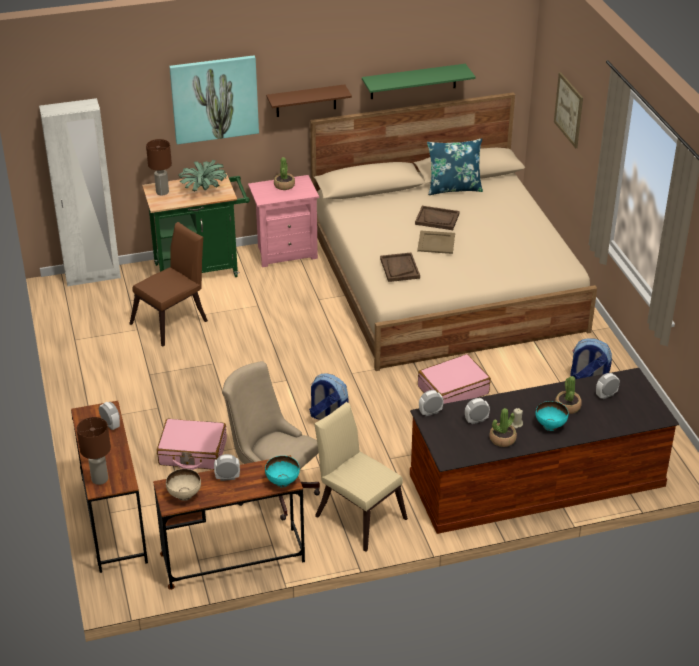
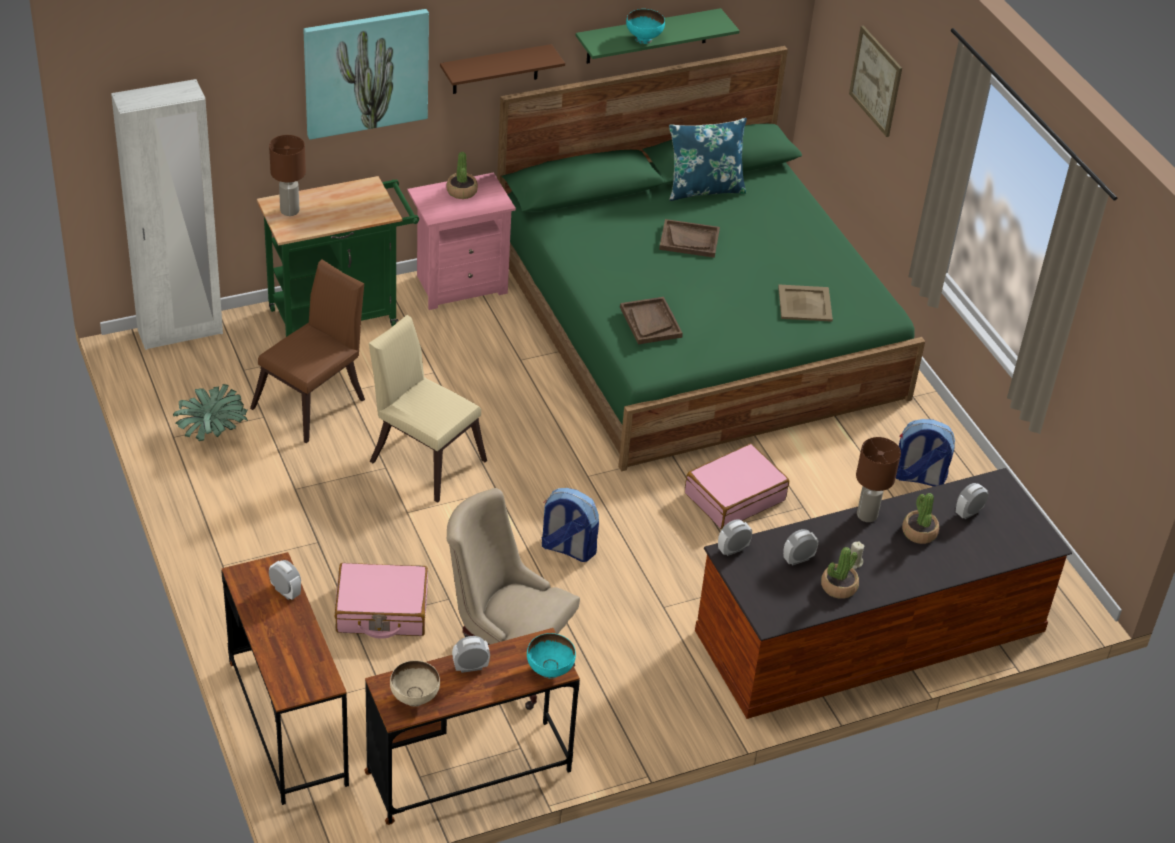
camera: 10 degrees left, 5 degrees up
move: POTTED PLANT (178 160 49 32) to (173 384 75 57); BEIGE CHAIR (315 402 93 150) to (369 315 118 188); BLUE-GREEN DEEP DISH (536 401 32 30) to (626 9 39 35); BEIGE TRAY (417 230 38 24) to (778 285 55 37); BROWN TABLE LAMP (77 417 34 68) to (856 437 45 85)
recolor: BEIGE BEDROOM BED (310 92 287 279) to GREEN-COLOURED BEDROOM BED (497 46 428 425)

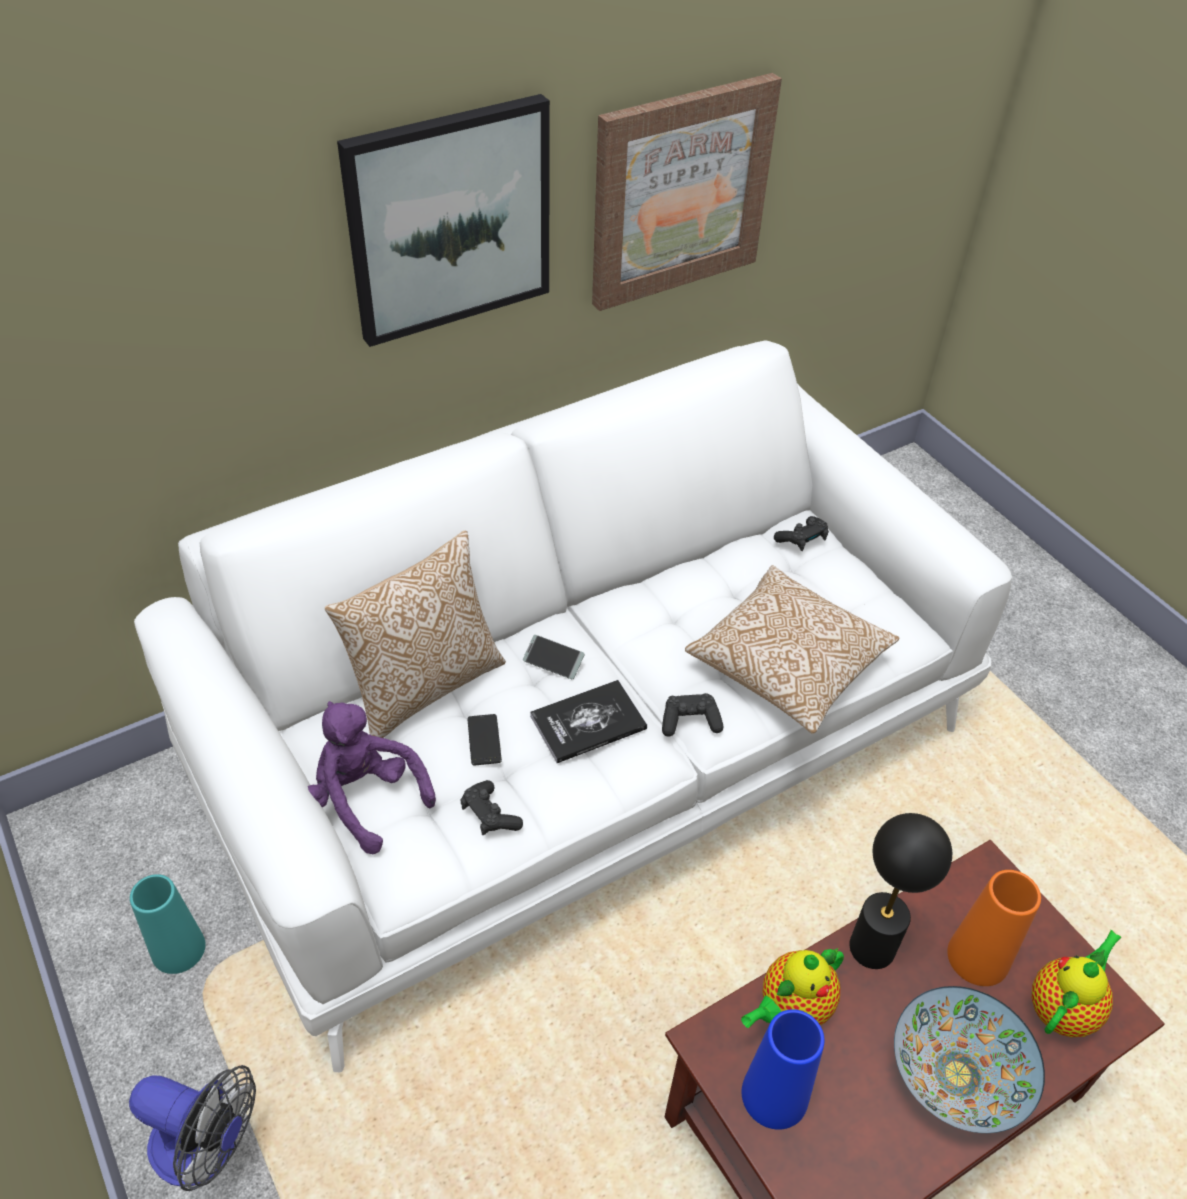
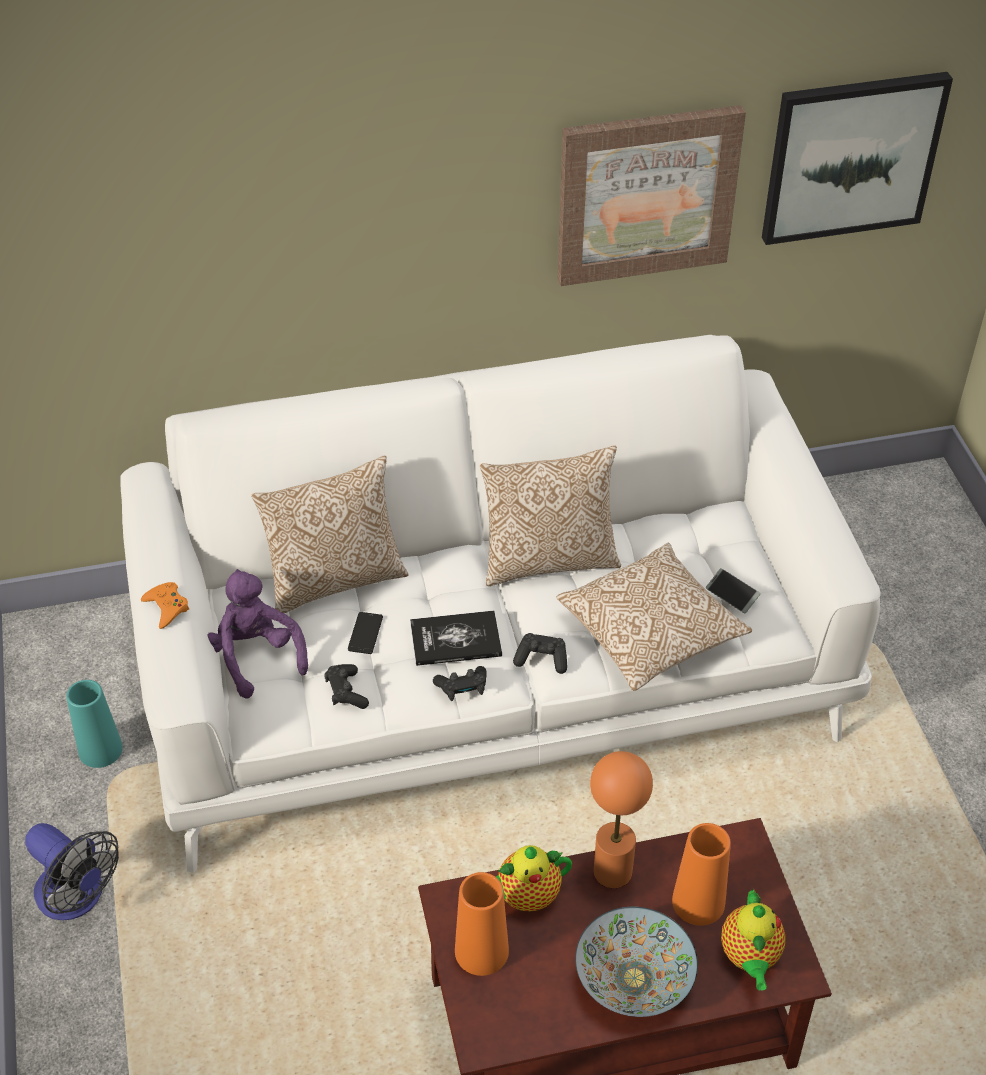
camera: 20 degrees right, 0 degrees up
insert: ORANGE-COLOURED JOYPAD (141 582 48 47); CUSHION (480 446 141 140)
move: BLACK JOYPAD (774 516 55 35) to (433 666 54 35); PHONE (523 635 62 44) to (706 568 54 45); WALL PICTURE (337 94 213 253) to (762 72 191 173)
recolor: BLUE VASE (742 1009 82 121) to ORANGE-COLOURED VASE (455 872 54 104); BLACK TABLE LAMP (849 813 103 156) to ORANGE-COLOURED TABLE LAMP (590 751 63 137)
rotate: POT FOR TEA (1032 930 89 107) = (721 888 65 103) 120 degrees clockwise

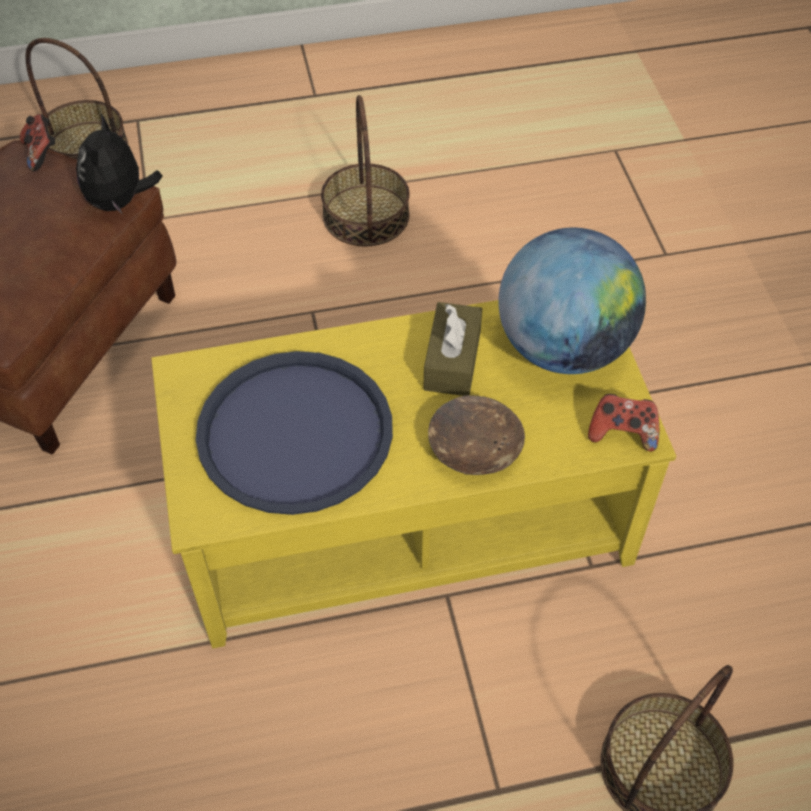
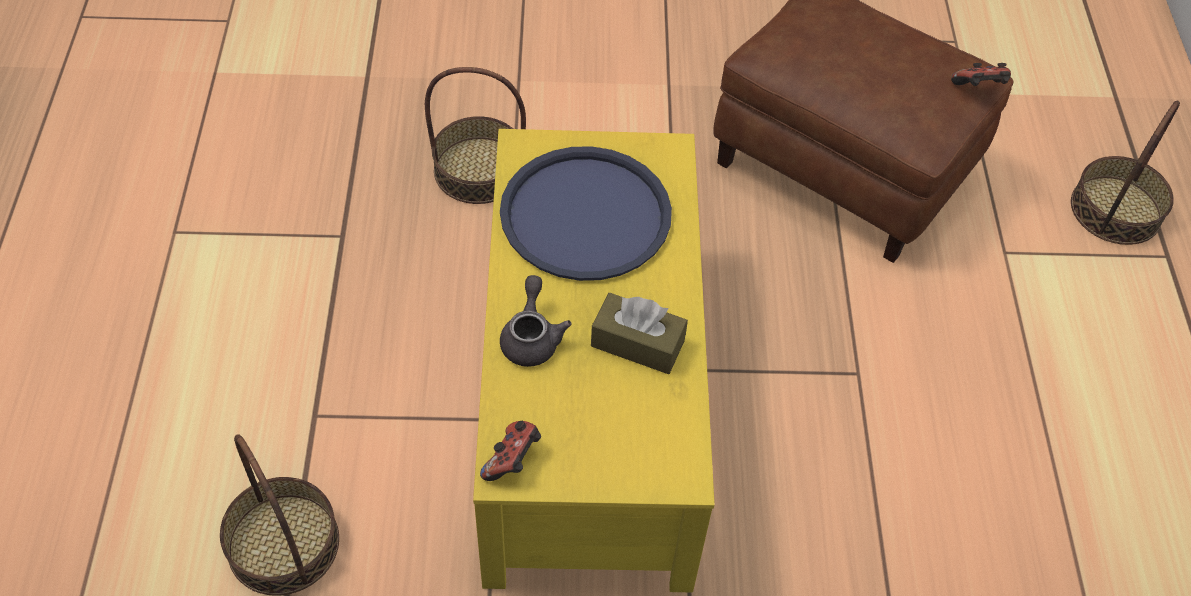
camera: 100 degrees right, 0 degrees up
delete: SOFT TOY (76 114 87 100); DESK GLOBE (498 228 148 146)
move: HOUSEHOLD BASKET (321 95 89 151) to (425 67 101 137)
replace: BROWN DEEP DISH (428 395 97 80) to GREY POT FOR TEA (500 275 72 92)

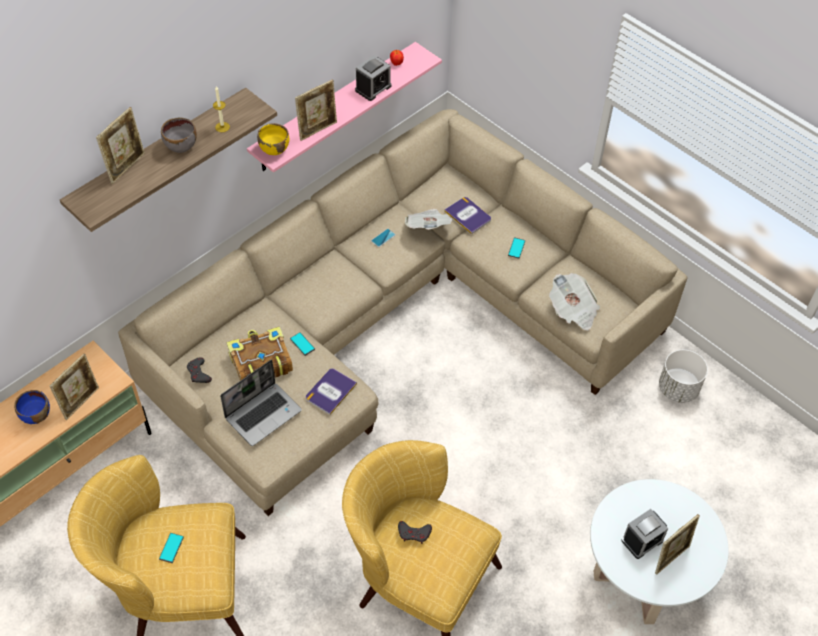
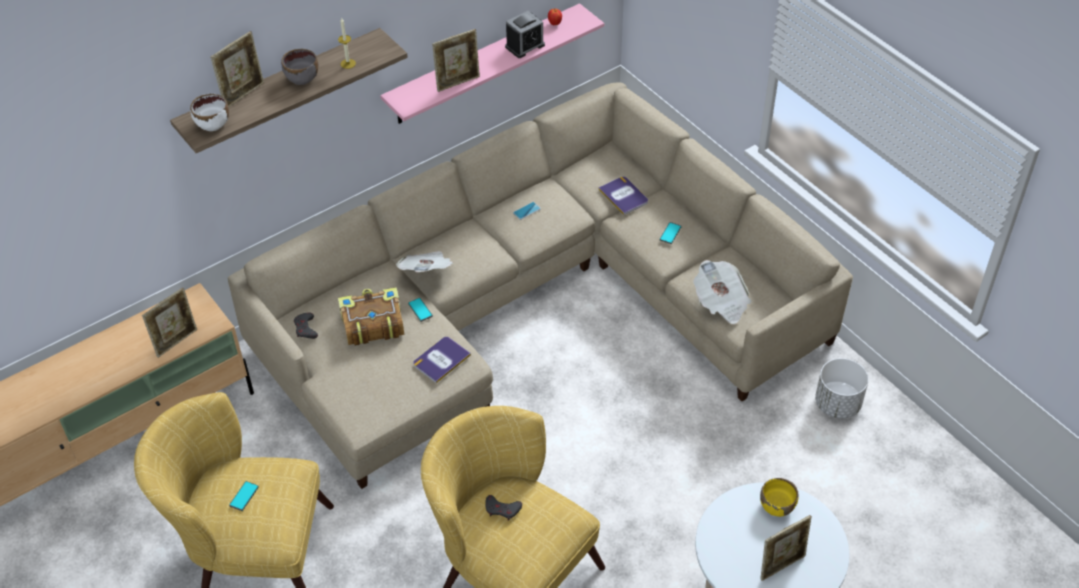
camera: 10 degrees right, 5 degrees down
delete: BLUE DEEP DISH (14 390 36 34); NOTEBOOK COMPUTER (220 359 82 87); ALARM CLOCK (621 509 47 50)
insert: WHITE-COLOURED DEEP DISH (190 94 39 37)
move: PRINTED PAPER (405 209 48 21) to (396 251 58 21); YELLOWISH DEEP DISH (257 123 32 32) to (760 478 39 39)

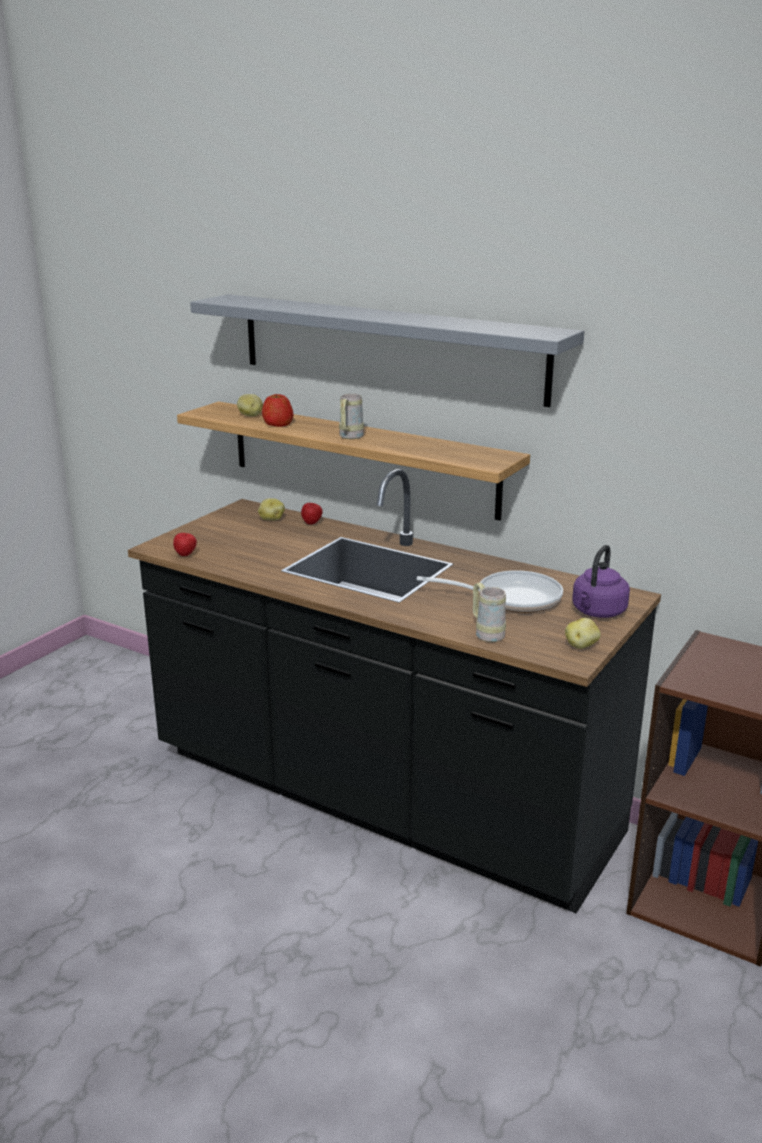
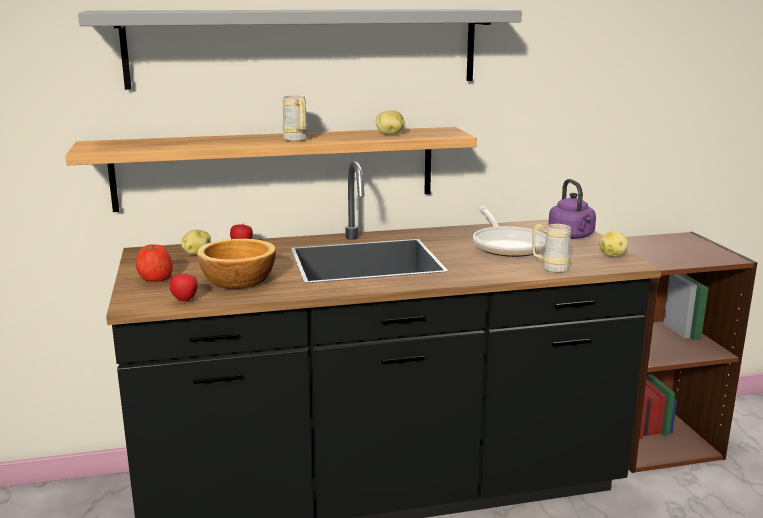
camera: 45 degrees left, 5 degrees down
insert: DEEP DISH (197 239 79 50)
move: APPLE FRUIT (262 394 32 33) to (136 245 37 37); WHOLE POTATO (237 394 26 23) to (376 110 29 25)
rotate: PAN (417 570 146 43) = (473 206 73 51) 120 degrees clockwise

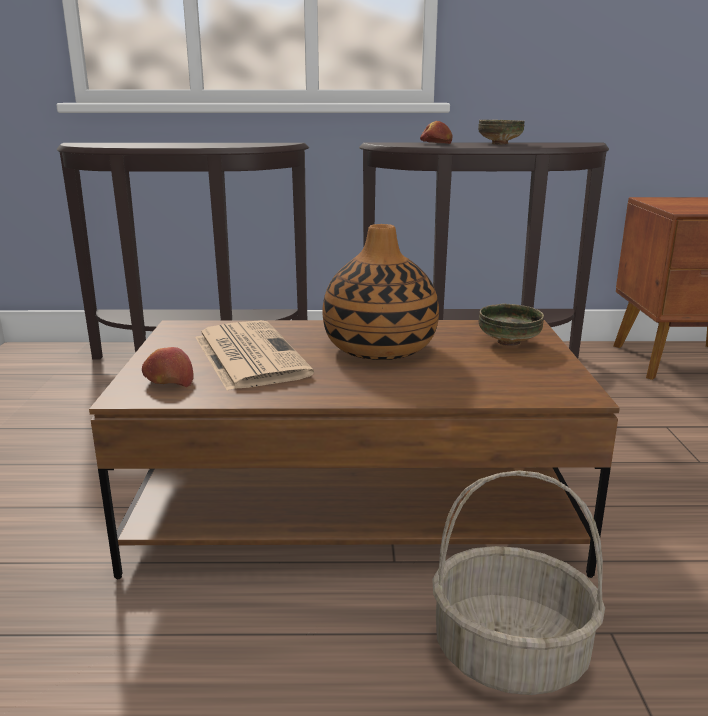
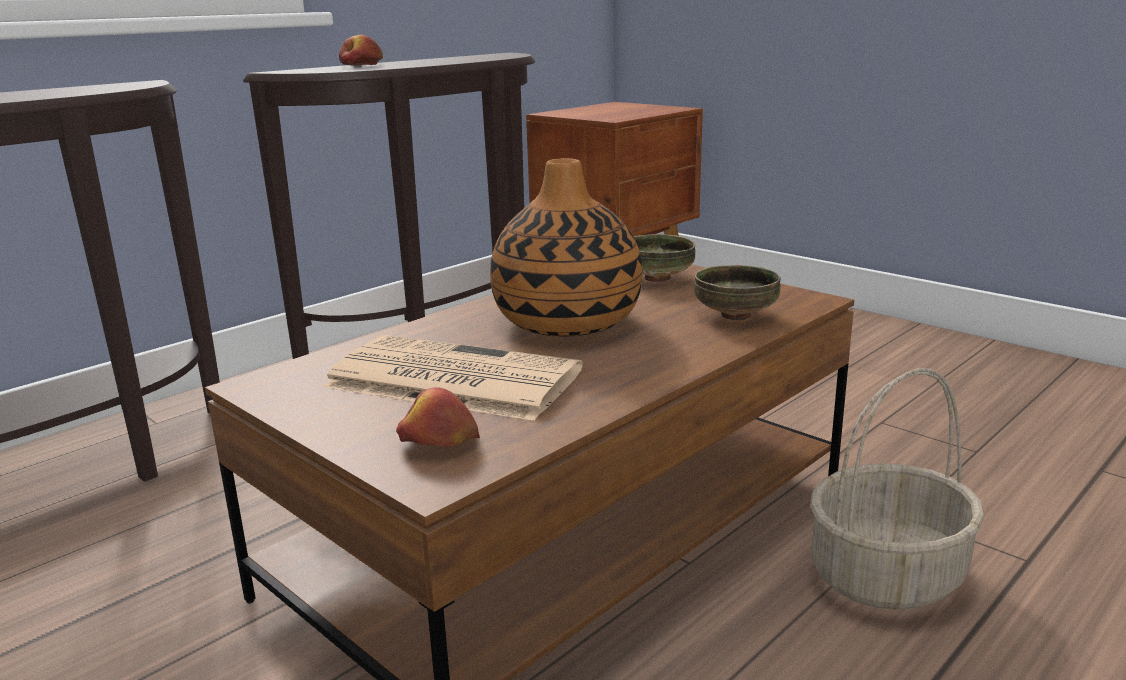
camera: 45 degrees left, 0 degrees up
move: DEEP DISH (478 120 47 24) to (694 265 87 55)

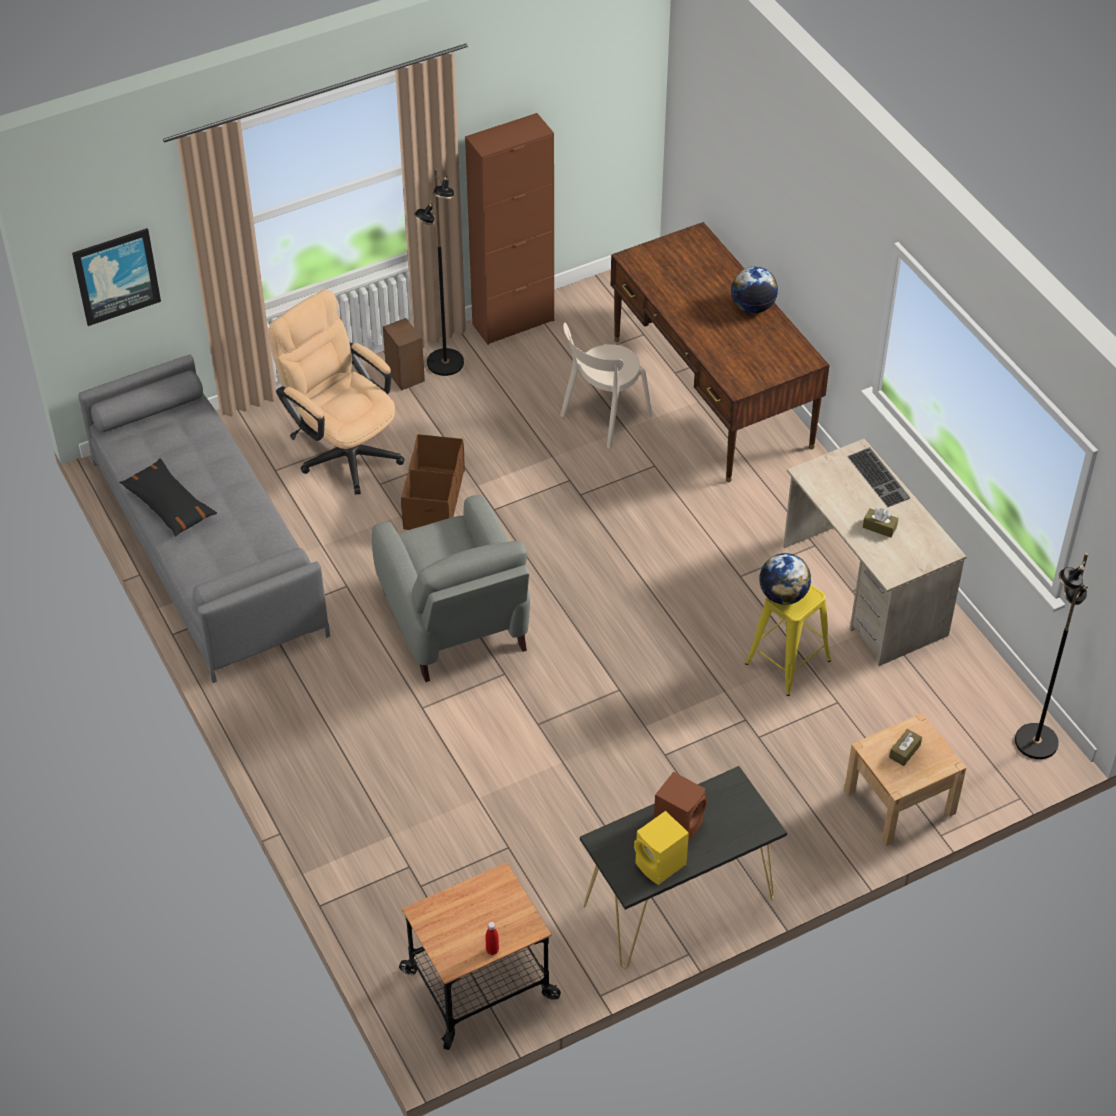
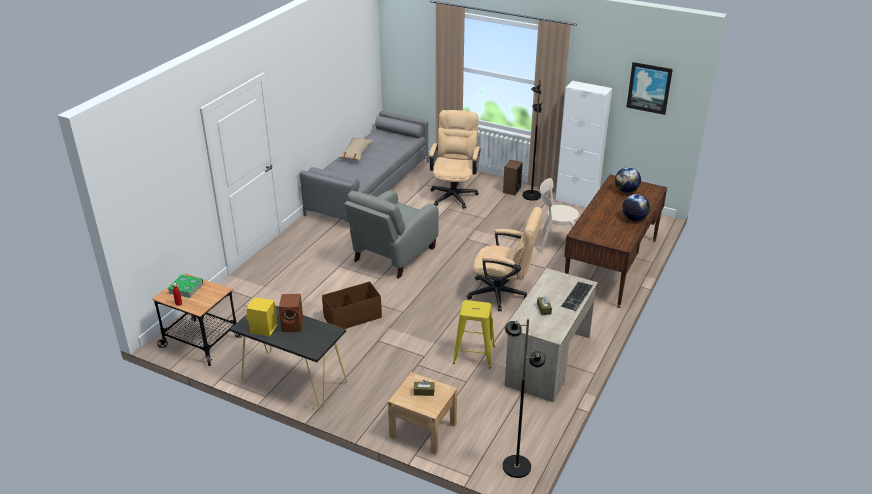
camera: 55 degrees right, 15 degrees down
insert: VOLUME (168 274 35 24); BEIGE OFFICE CHAIR (467 207 75 104)
move: BROWN STORAGE BIN (401 434 64 96) to (322 281 60 48); DESK GLOBE (759 553 52 52) to (615 167 26 26); WALL PICTURE (72 228 89 98) to (627 62 46 53)
recolor: BLACK CUSHION (119 458 98 78) to BEIGE CUSHION (339 138 35 22); BROWN CUPBOARD (465 113 89 232) to WHITE-COLOURED CUPBOARD (556 81 56 127)

